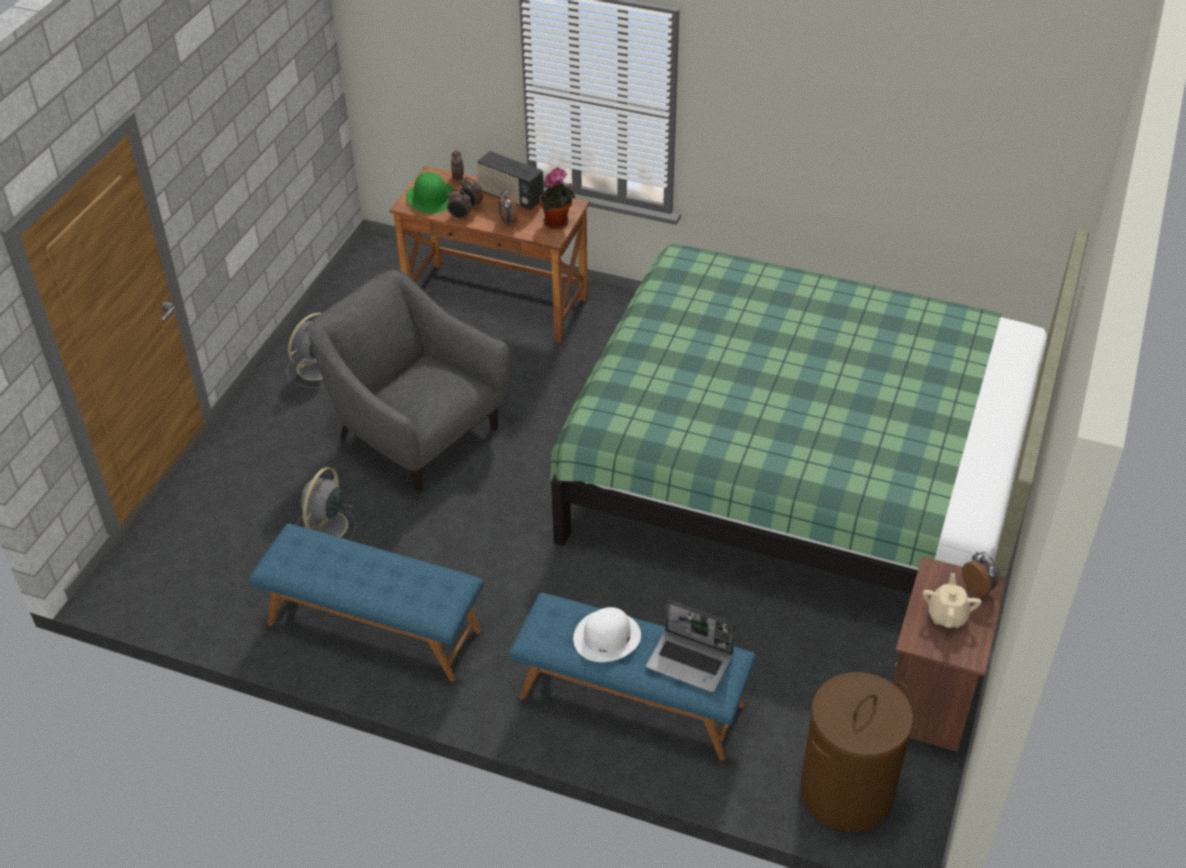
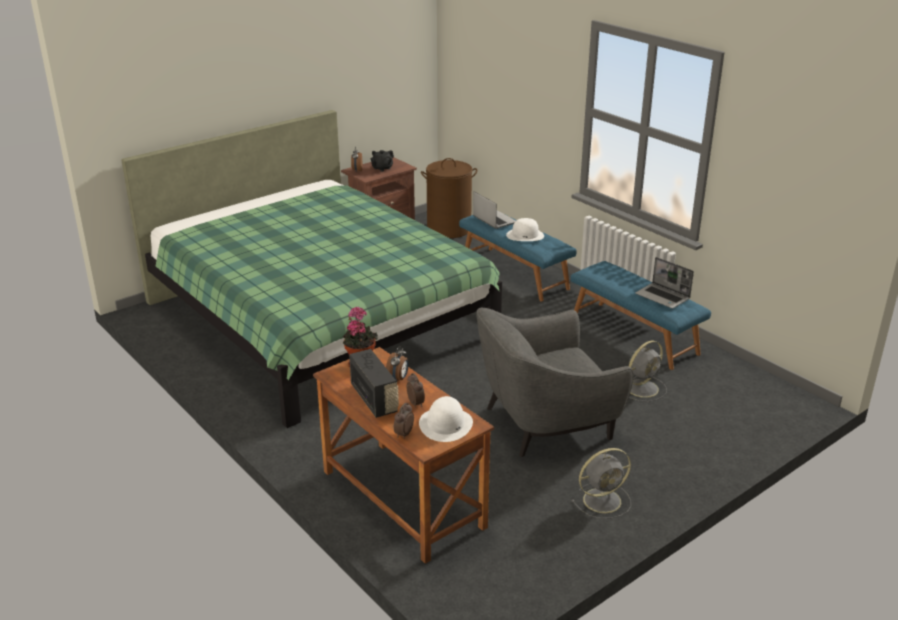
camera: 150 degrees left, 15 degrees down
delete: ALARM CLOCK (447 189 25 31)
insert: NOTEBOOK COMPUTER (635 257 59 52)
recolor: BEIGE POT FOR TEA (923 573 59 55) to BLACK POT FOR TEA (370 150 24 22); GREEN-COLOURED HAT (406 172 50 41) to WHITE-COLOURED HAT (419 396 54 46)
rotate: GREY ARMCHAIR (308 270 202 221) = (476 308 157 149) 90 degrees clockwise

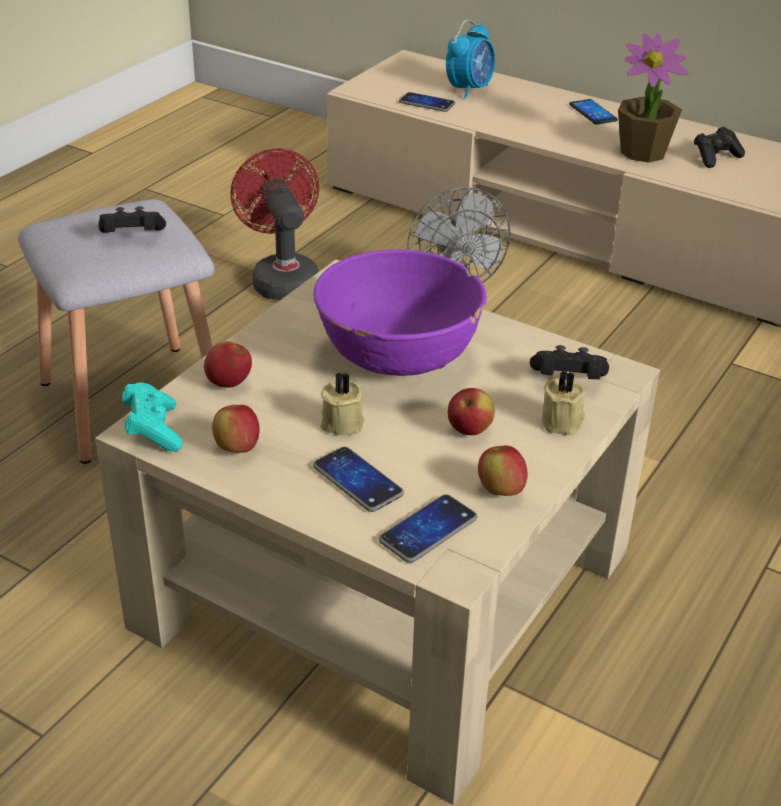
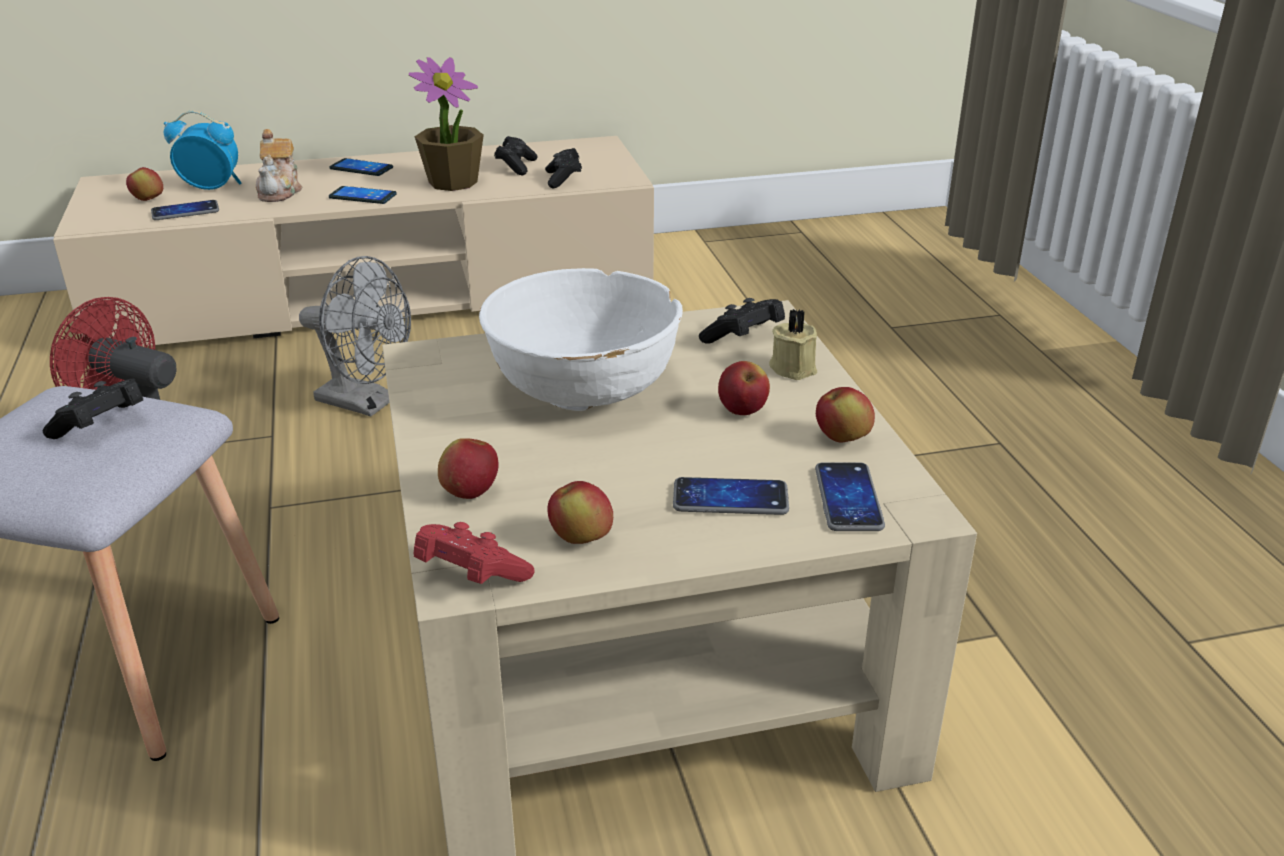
camera: 45 degrees left, 5 degrees down
delete: BEIGE WAX CANDLE (320 372 45 63)
insert: APPLE FRUIT (126 167 37 34); POT FOR TEA (256 129 46 73); PHONE (329 186 68 18); BLACK JOYPAD (545 148 37 41)
recolor: BLUE-GREEN JOYPAD (122 383 61 69) to RED JOYPAD (414 522 121 62); PURPLE-COLOURED DEEP DISH (313 249 174 127) to WHITE-COLOURED DEEP DISH (479 268 204 143)
rotate: ALARM CLOCK (446 19 49 80) = (164 111 78 79) 75 degrees counterclockwise

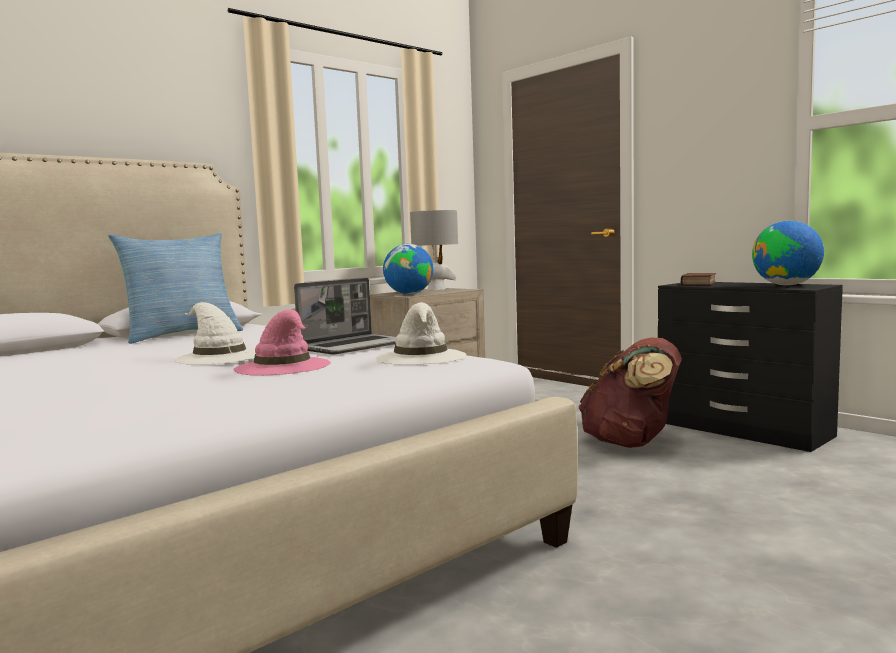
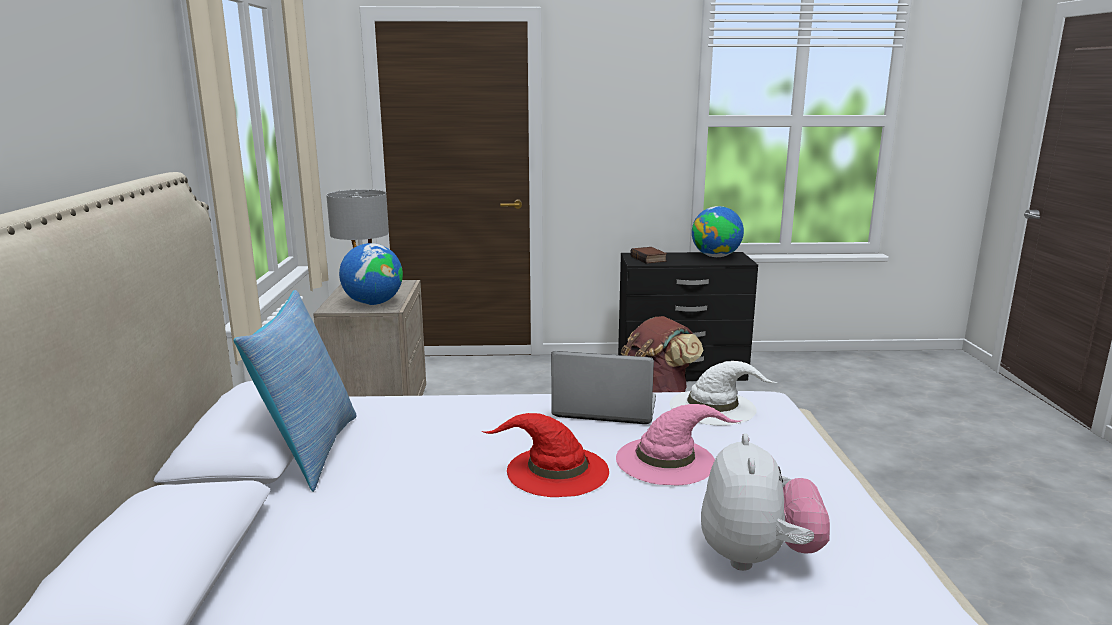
camera: 50 degrees left, 10 degrees up
insert: SOFT TOY (701 433 129 138)
recolor: WHITE-COLOURED HAT (174 302 82 63) to RED HAT (482 413 127 84)
rotate: NOTEBOOK COMPUTER (294 278 102 77) = (551 351 105 73) 75 degrees counterclockwise

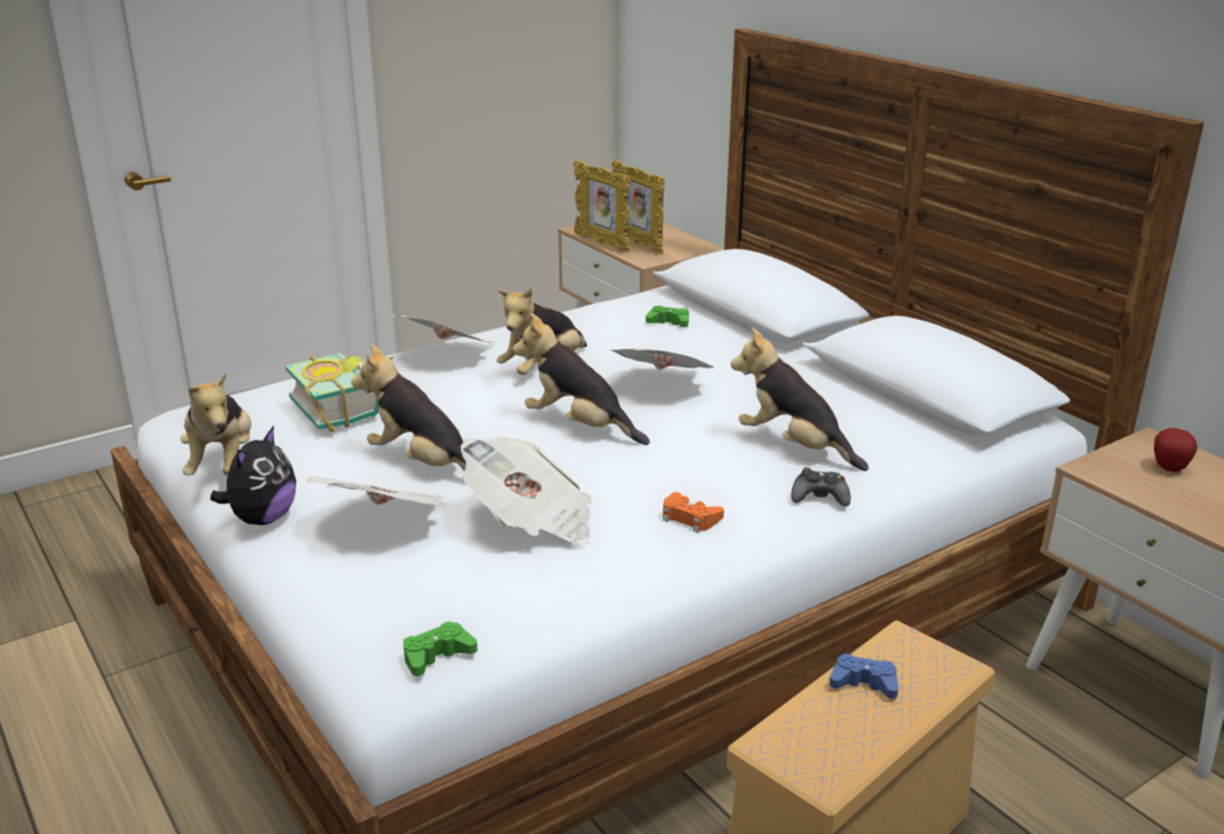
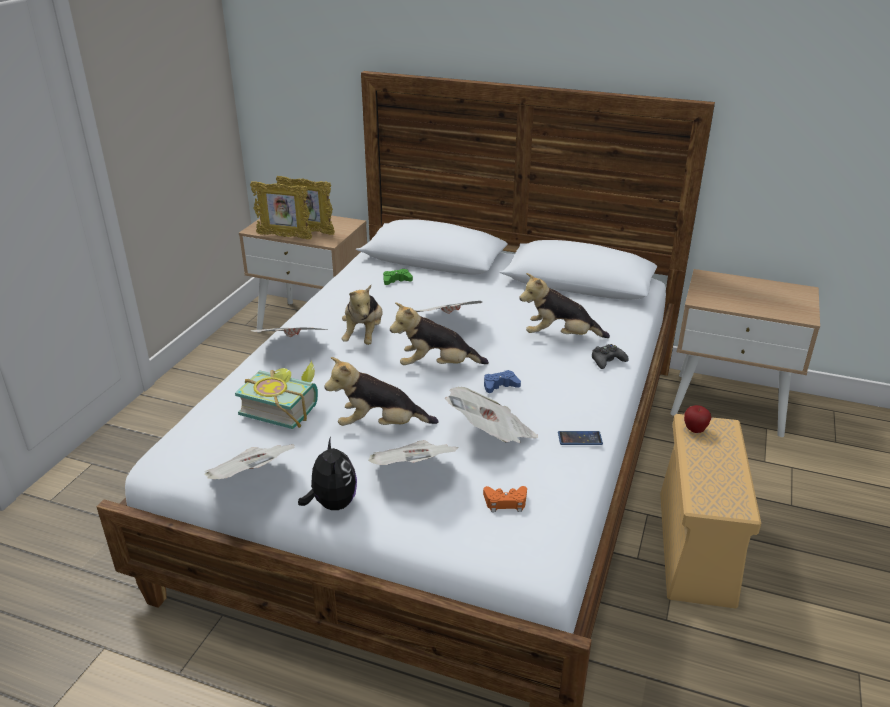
camera: 35 degrees left, 5 degrees up
delete: GREEN-COLOURED JOYPAD (404 621 73 55)
insert: PHONE (558 431 45 14)
move: ORANGE-COLOURED JOYPAD (663 492 61 41) to (483 486 44 26); BLUE JOYPAD (829 653 70 46) to (484 370 37 23); APPLE FRUIT (1154 428 43 44) to (684 405 27 28)
replace: SOFT TOY (181 372 70 104) to PRINTED PAPER (204 444 91 35)

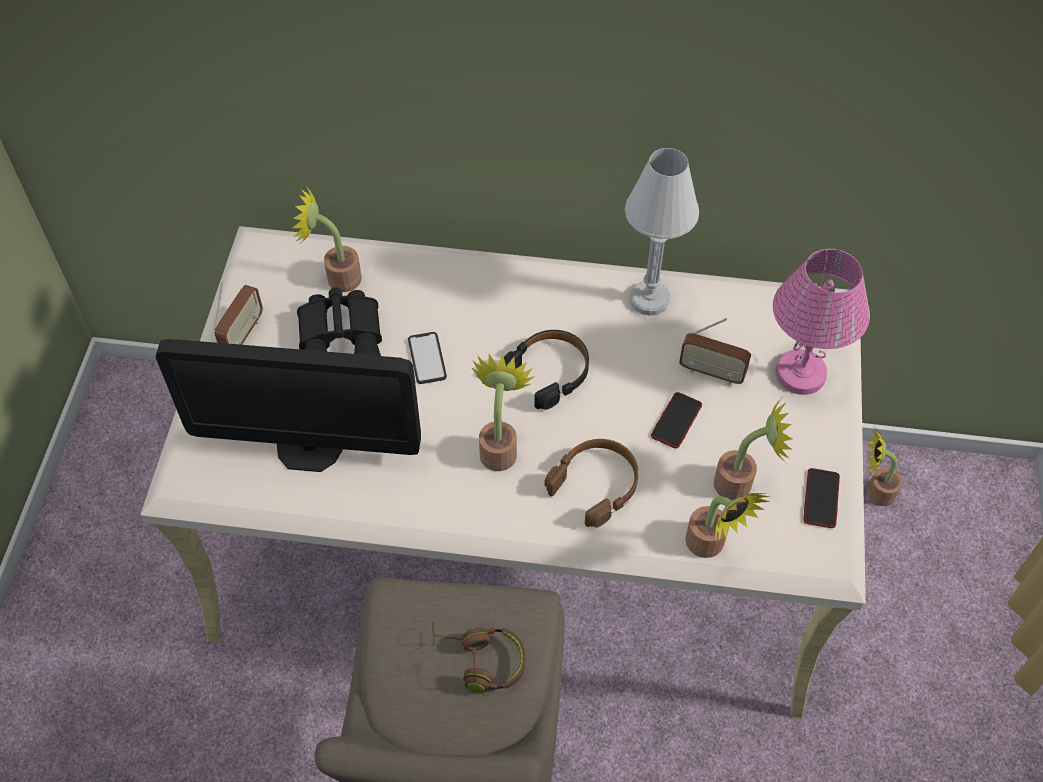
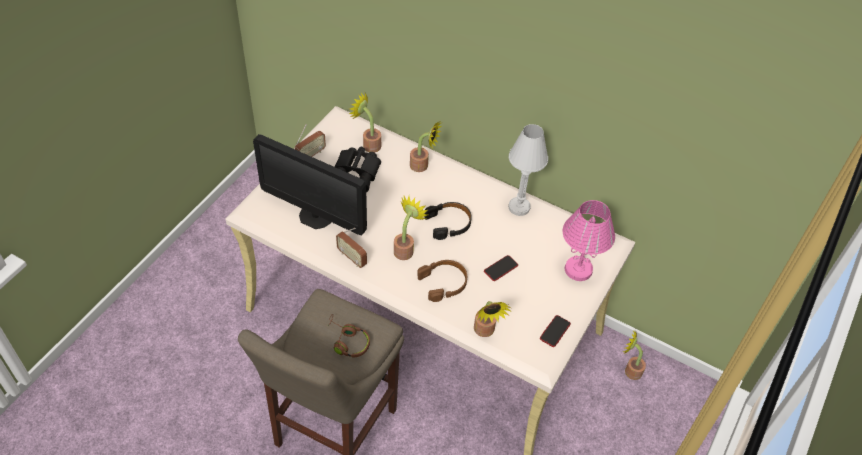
camera: 20 degrees right, 5 degrees down
delete: PHONE (408 332 39 52)
move: RADIO (679 318 72 67) to (336 228 31 40); POTTED PLANT (714 398 78 103) to (410 121 33 51)

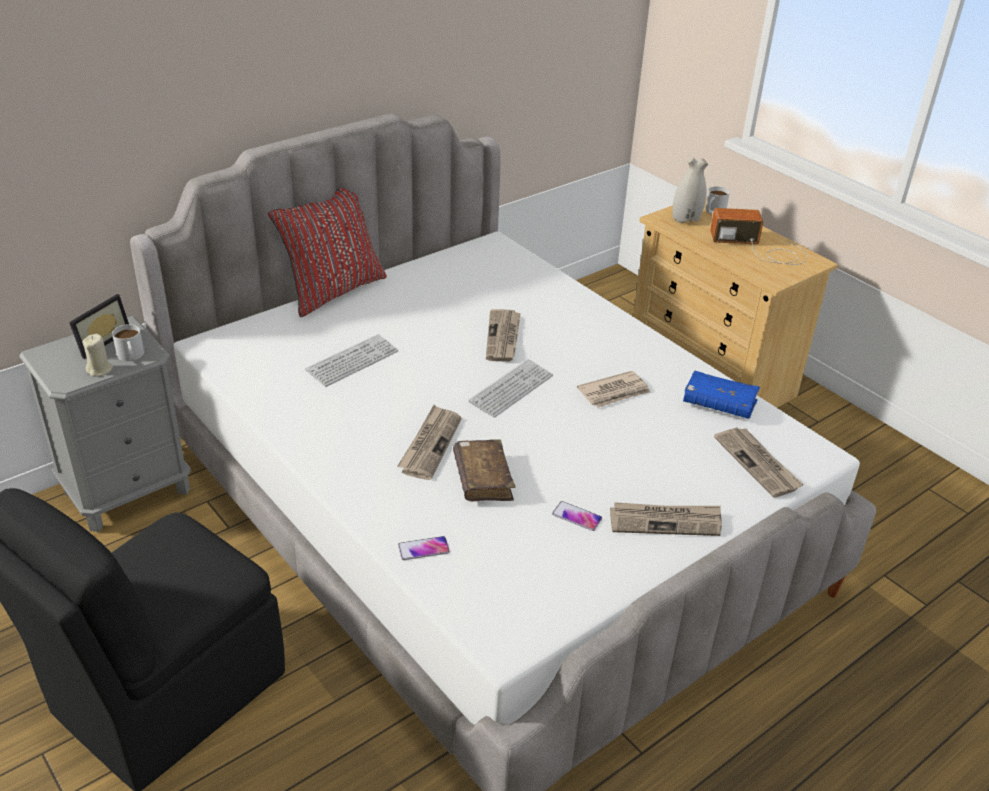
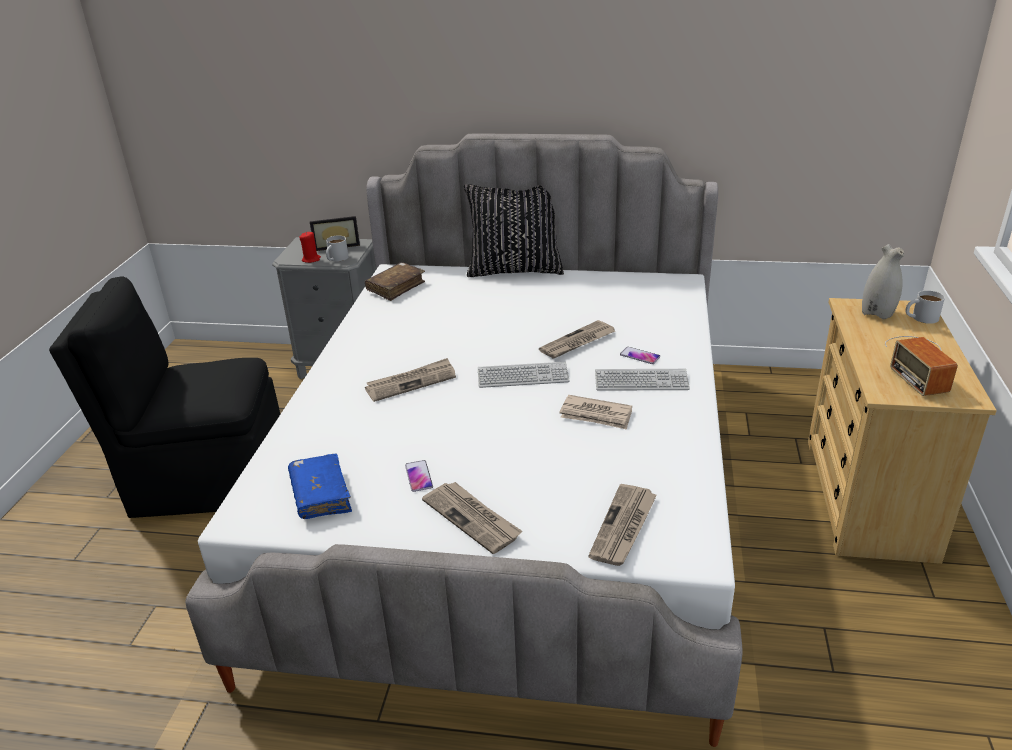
camera: 50 degrees right, 5 degrees down
move: BLUE VOLUME (683 371 77 48) to (288 454 64 65); BROWN VOLUME (453 439 62 62) to (365 262 60 39); KEYBOARD (305 334 93 53) to (595 369 95 22); PHONE (398 536 52 24) to (620 347 40 17)
recolor: BEIGE WAX CANDLE (82 334 31 43) to RED WAX CANDLE (299 231 22 32); RED CUSHION (268 188 119 129) to BLACK CUSHION (464 184 100 93)
rotate: RADIO (710 208 97 57) = (885 336 73 60) 150 degrees counterclockwise

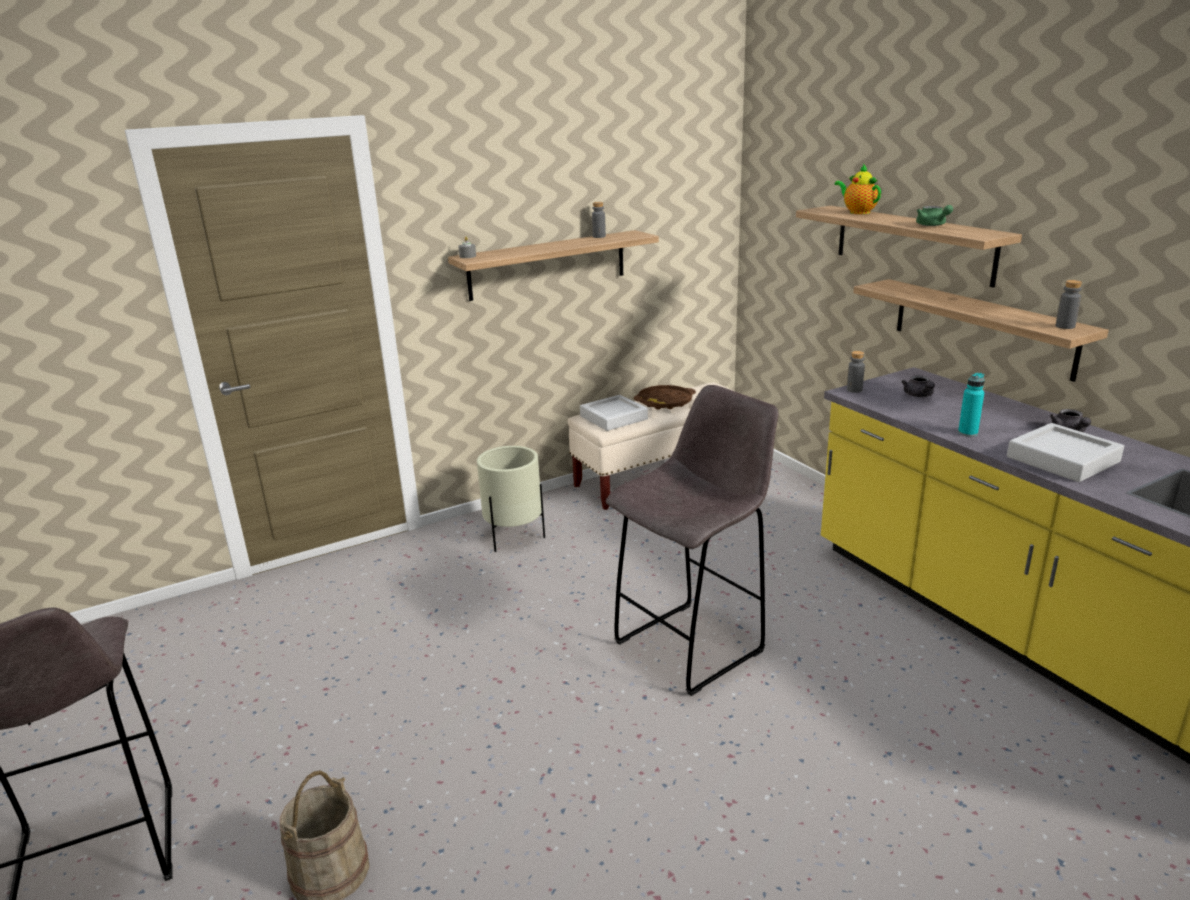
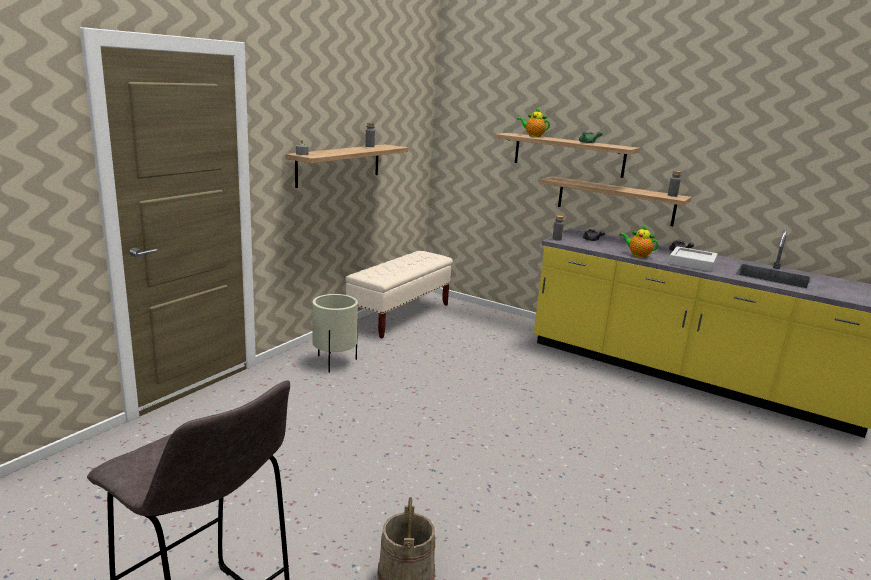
camera: 30 degrees left, 5 degrees down
delete: GREY TRAY (580 395 68 36); GREY STOOL SEAT (606 385 172 311); BROWN TRAY (634 385 62 24)
replace: BLUE-GREEN BOTTLE (958 373 26 64) to POT FOR TEA (620 224 38 34)

